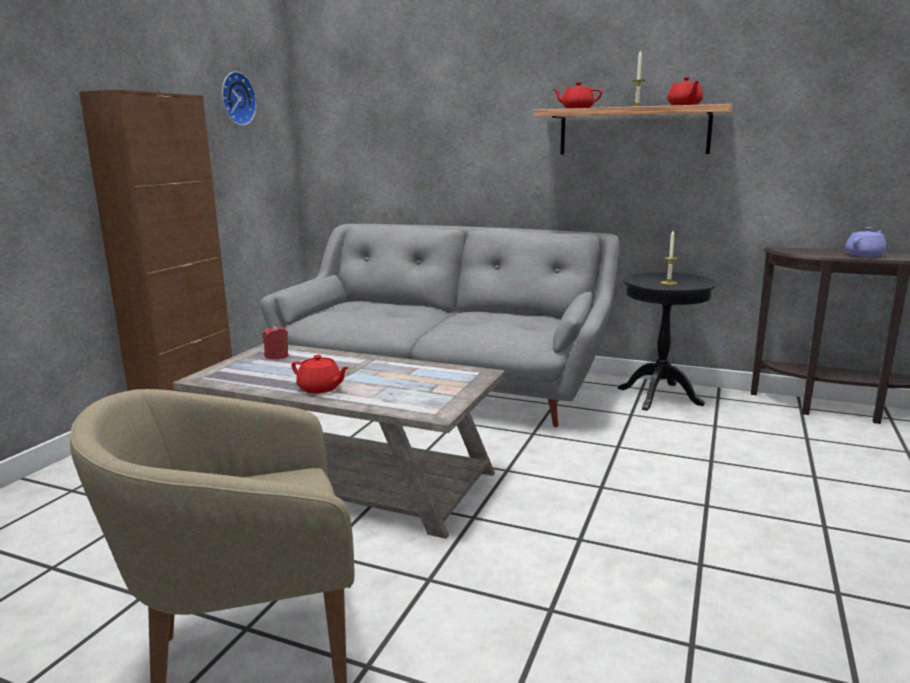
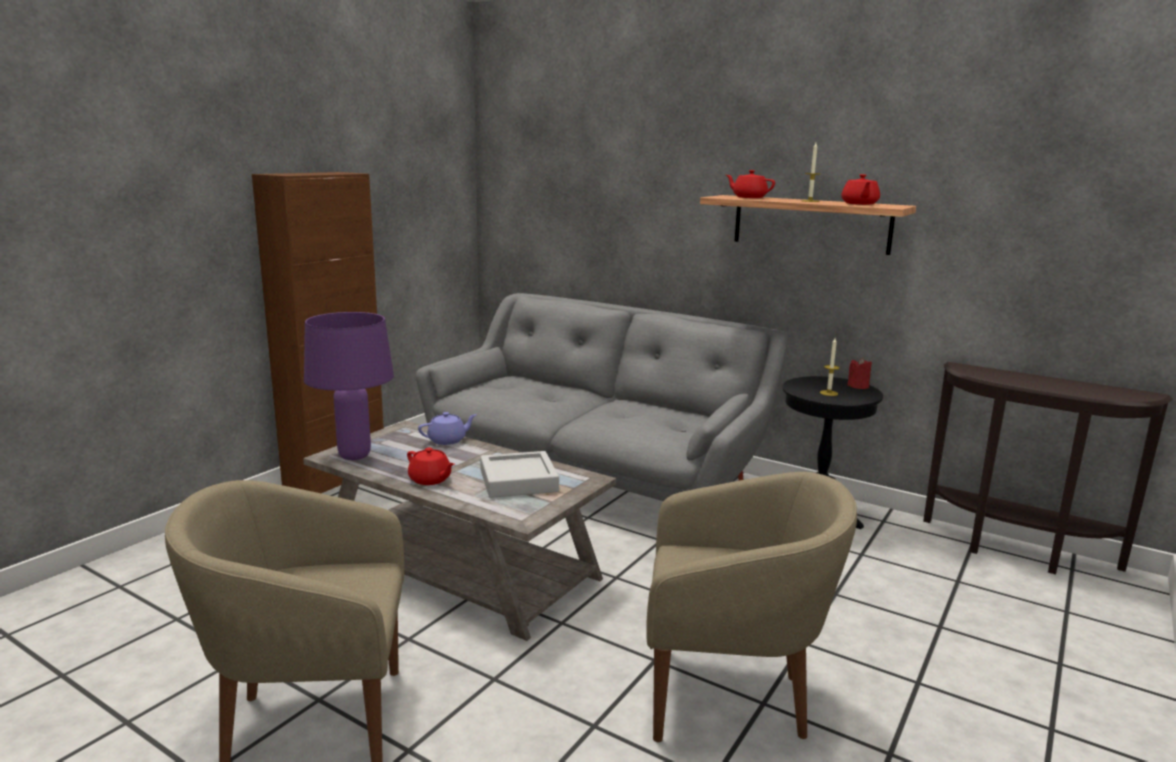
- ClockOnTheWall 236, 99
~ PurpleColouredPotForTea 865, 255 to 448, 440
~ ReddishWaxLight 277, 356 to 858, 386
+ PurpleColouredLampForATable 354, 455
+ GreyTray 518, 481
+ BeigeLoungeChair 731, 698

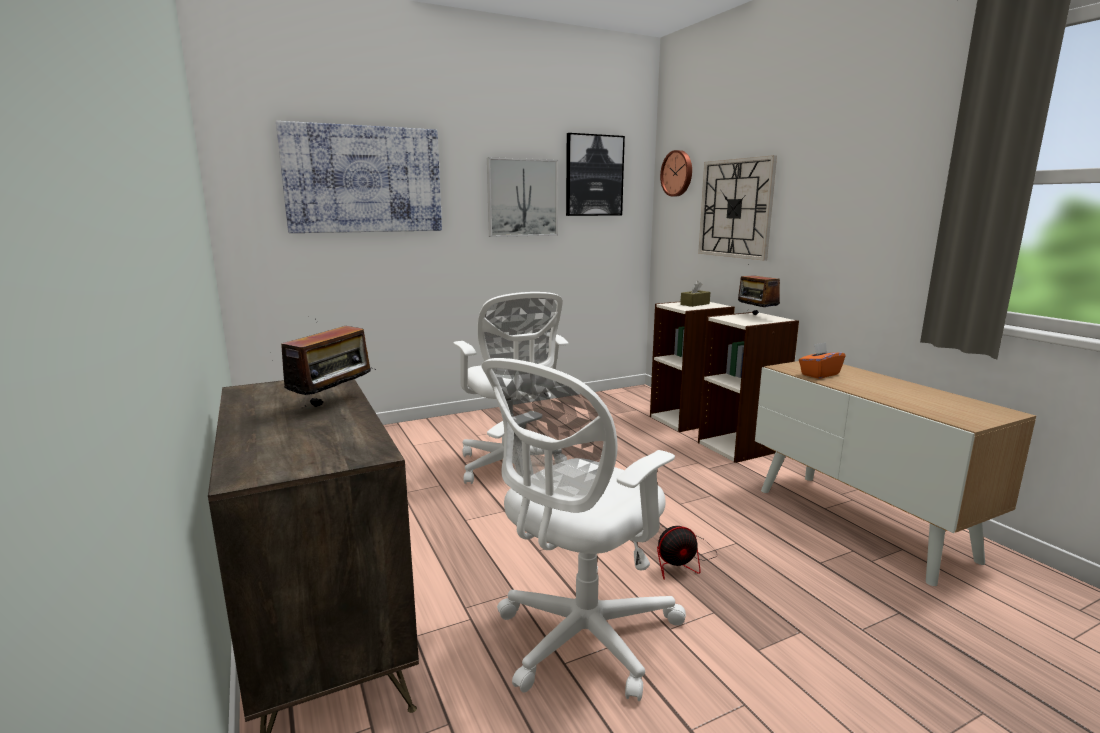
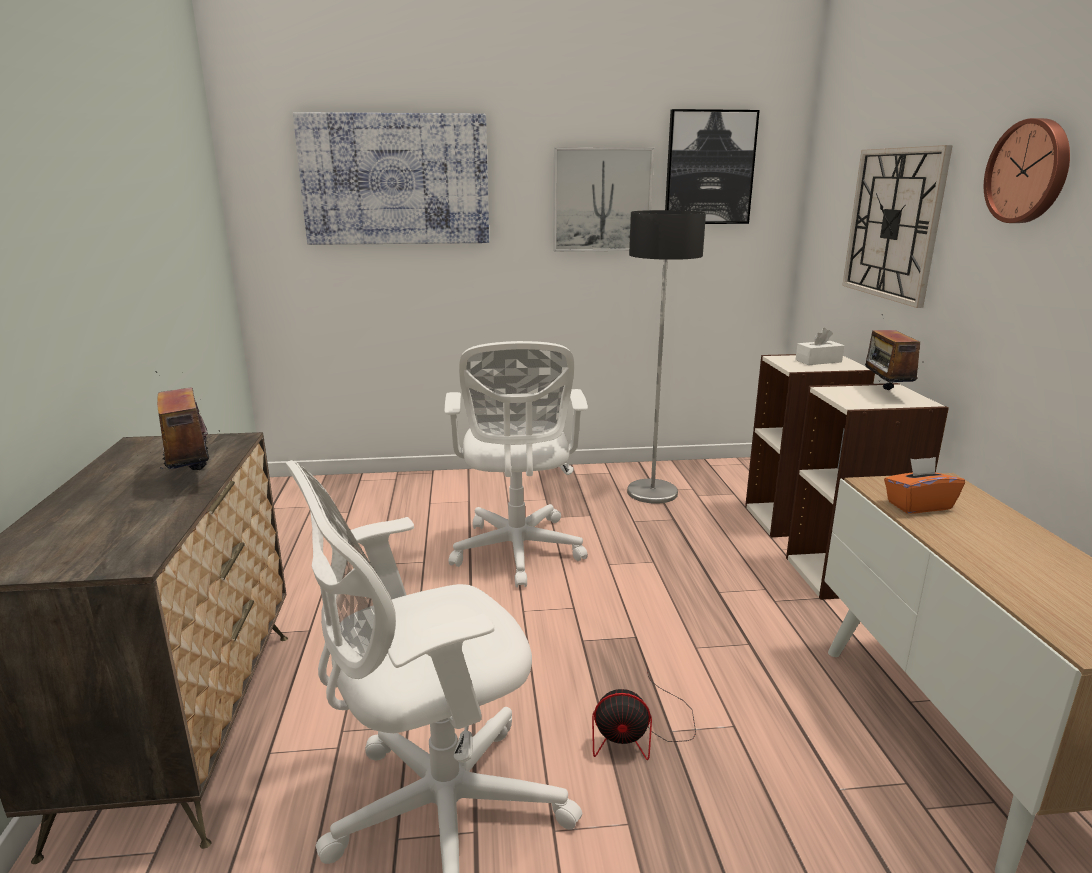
~ ClockOnTheWall 678, 173 to 1029, 171
~ BrownTissueBox 695, 304 to WhiteColouredTissueBox 818, 361
~ Radio 334, 403 = 189, 477 105 degrees clockwise
+ StandingLamp 652, 493

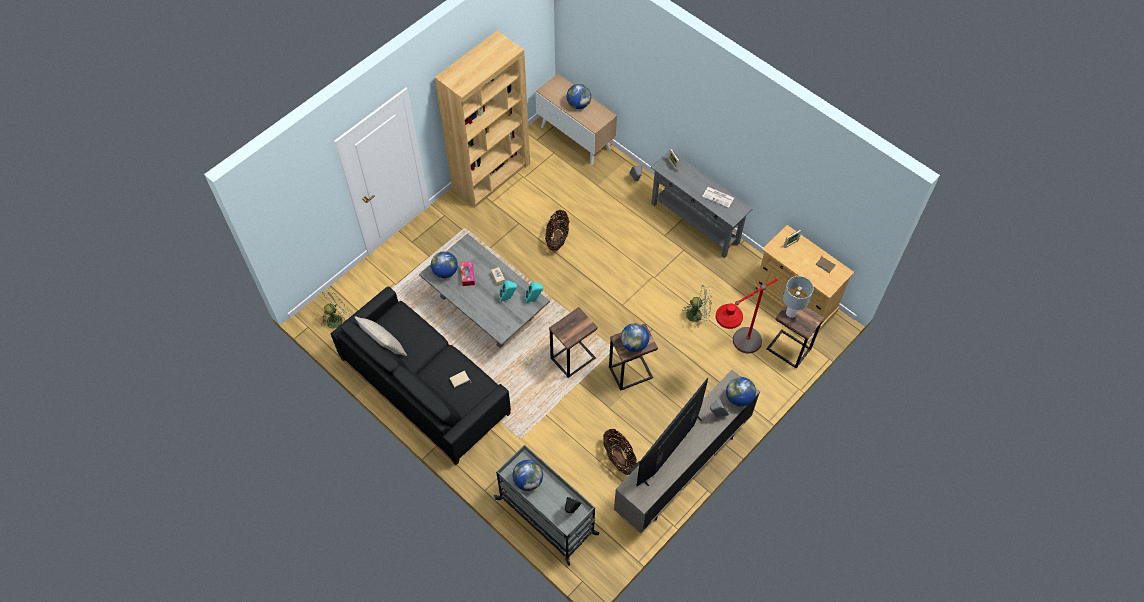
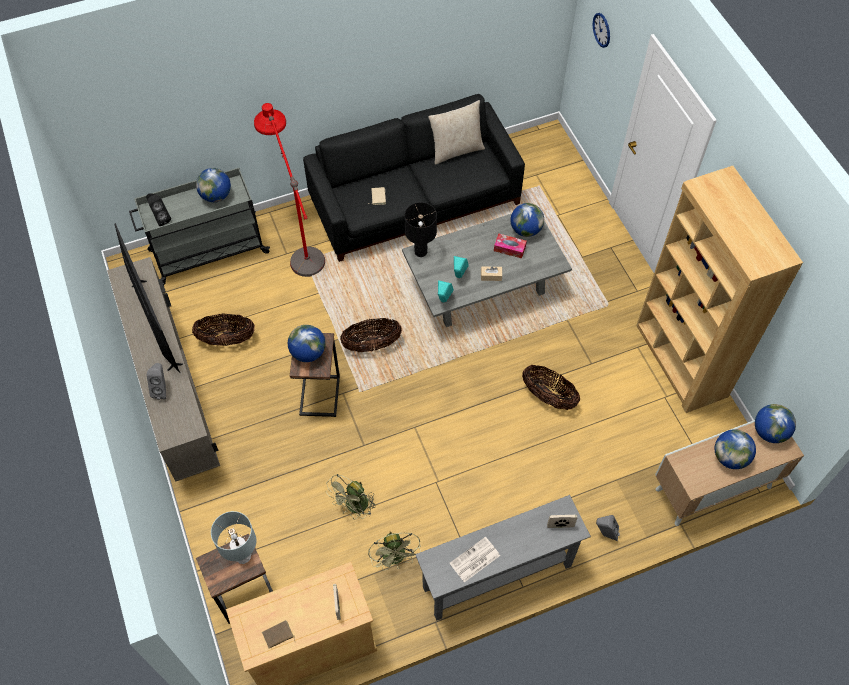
~ ReddishStandingLamp 734, 354 to 299, 243
~ GreenElectricFan 337, 318 to 396, 558
~ EndTable 572, 358 to Basket 372, 344
~ DeskGlobe 739, 398 to 769, 432
+ ClockOnTheWall 601, 30
+ BlackLampForATable 421, 252

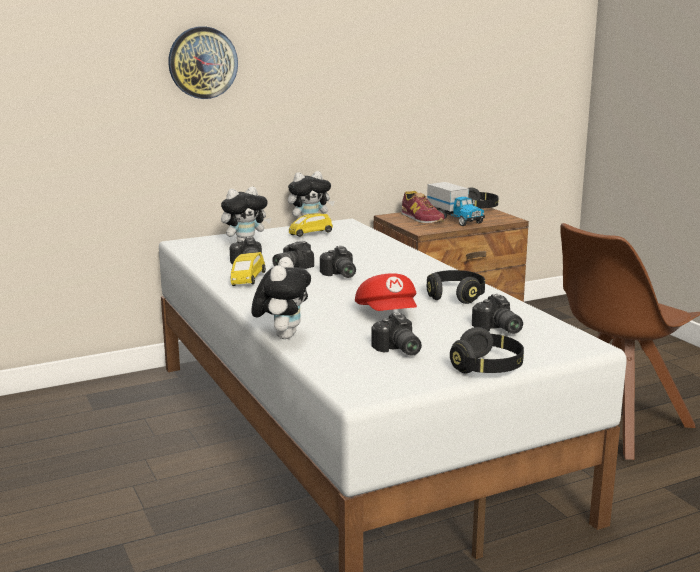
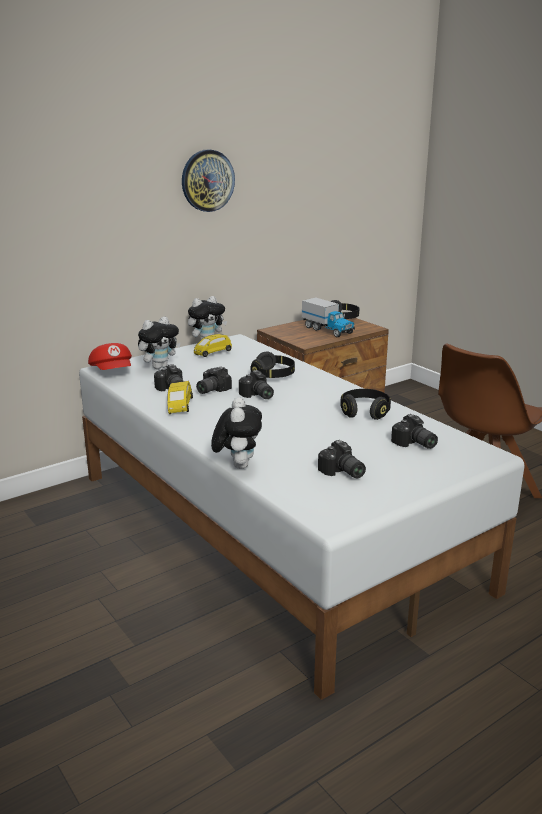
~ ClockOnTheWall 202, 62 to 207, 180
- LowShoe 421, 219
~ ReddishBaseballCap 388, 314 to 113, 372
~ BlackHeadphones 487, 368 to 273, 375

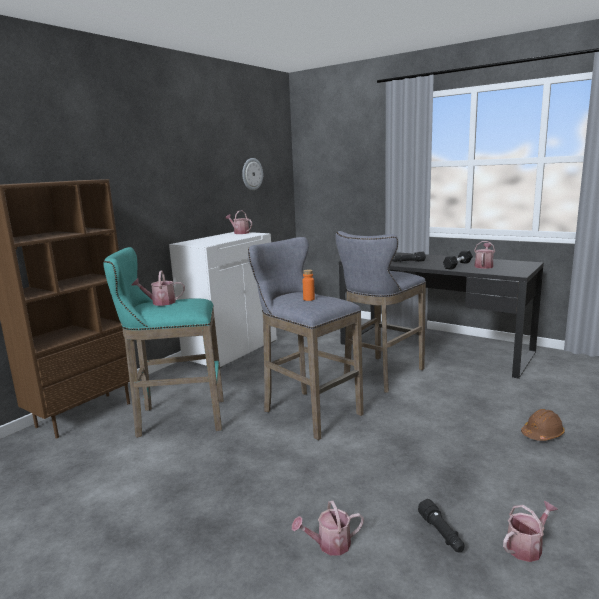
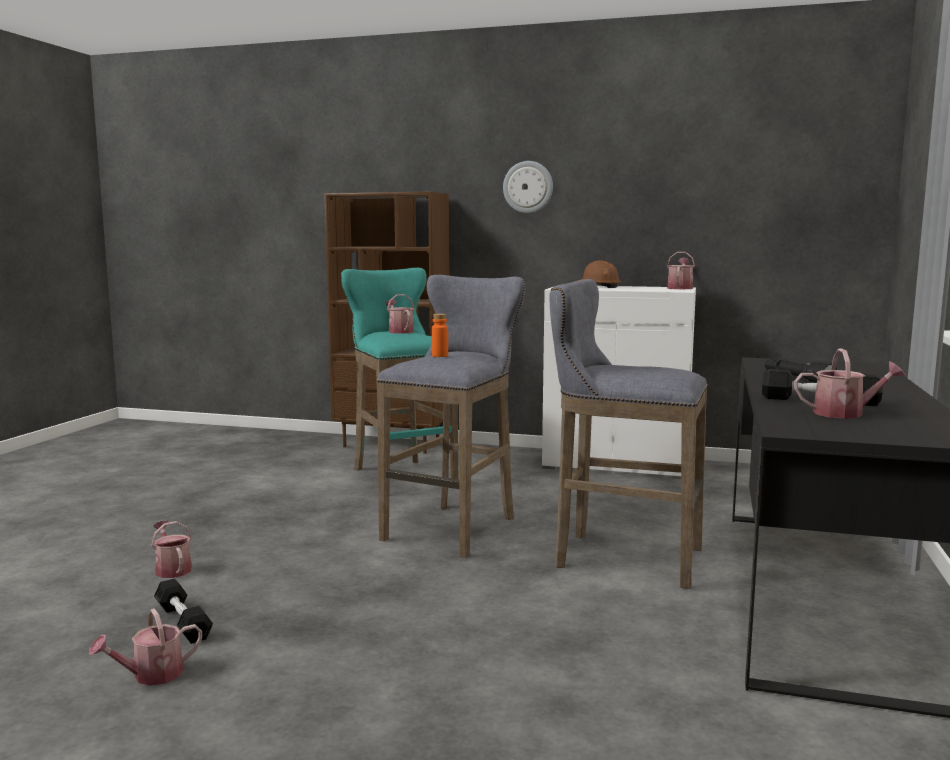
~ ClockOnTheWall 252, 174 to 528, 187
~ BrownSafetyHelmet 542, 434 to 598, 287
~ BlackHandTorch 441, 534 to BlackDumbbell 183, 622
~ WateringPot 527, 546 = 151, 675 105 degrees clockwise

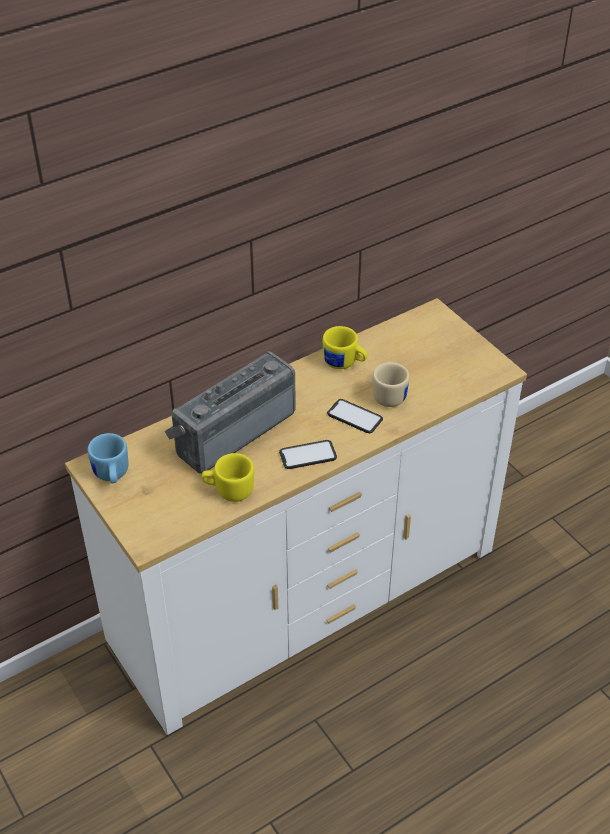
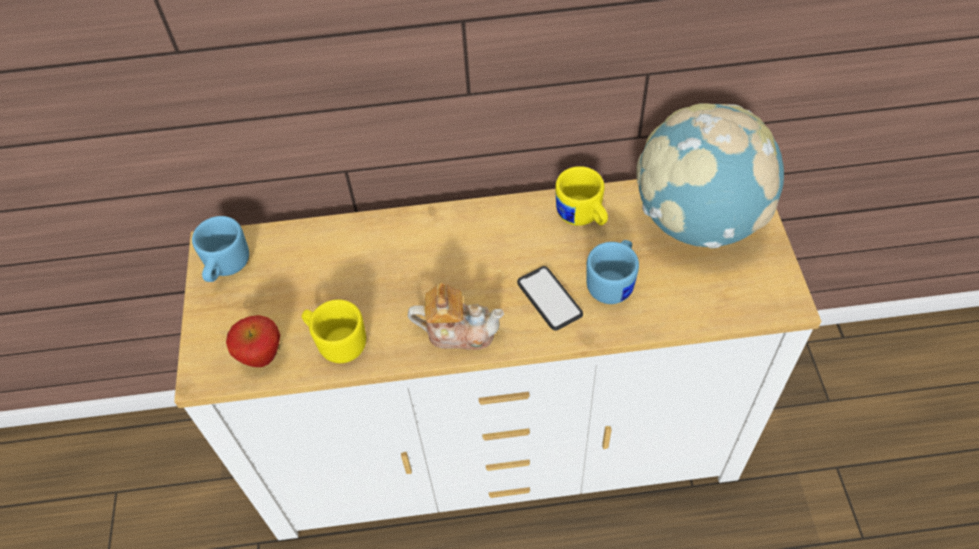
- Radio 232, 430
~ BeigeTeaMug 390, 394 to BlueTeaMug 613, 282
~ Handset 308, 455 to PotForTea 458, 331
+ DeskGlobe 698, 221
+ AppleFruit 262, 357

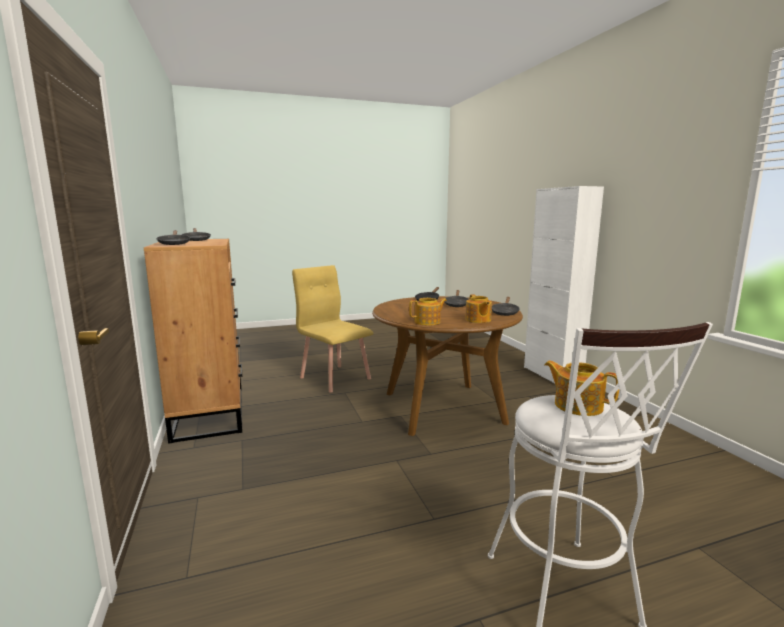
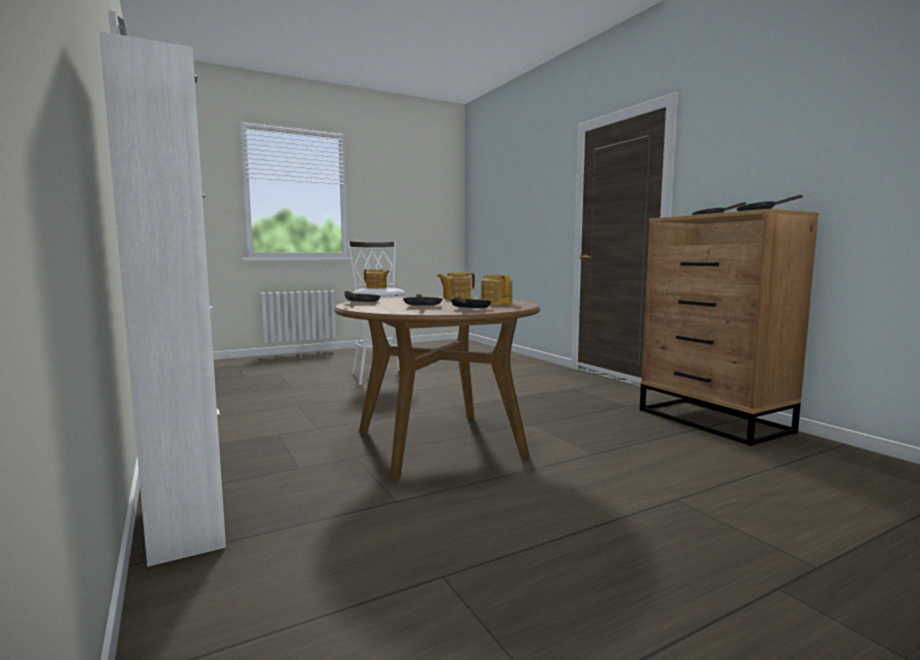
- YellowUprightChair 335, 378
~ PotForTea 478, 320 to 496, 303

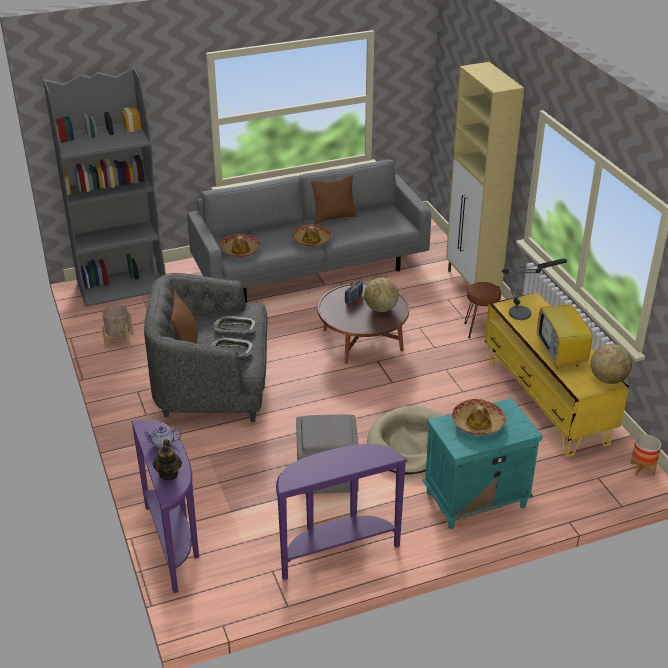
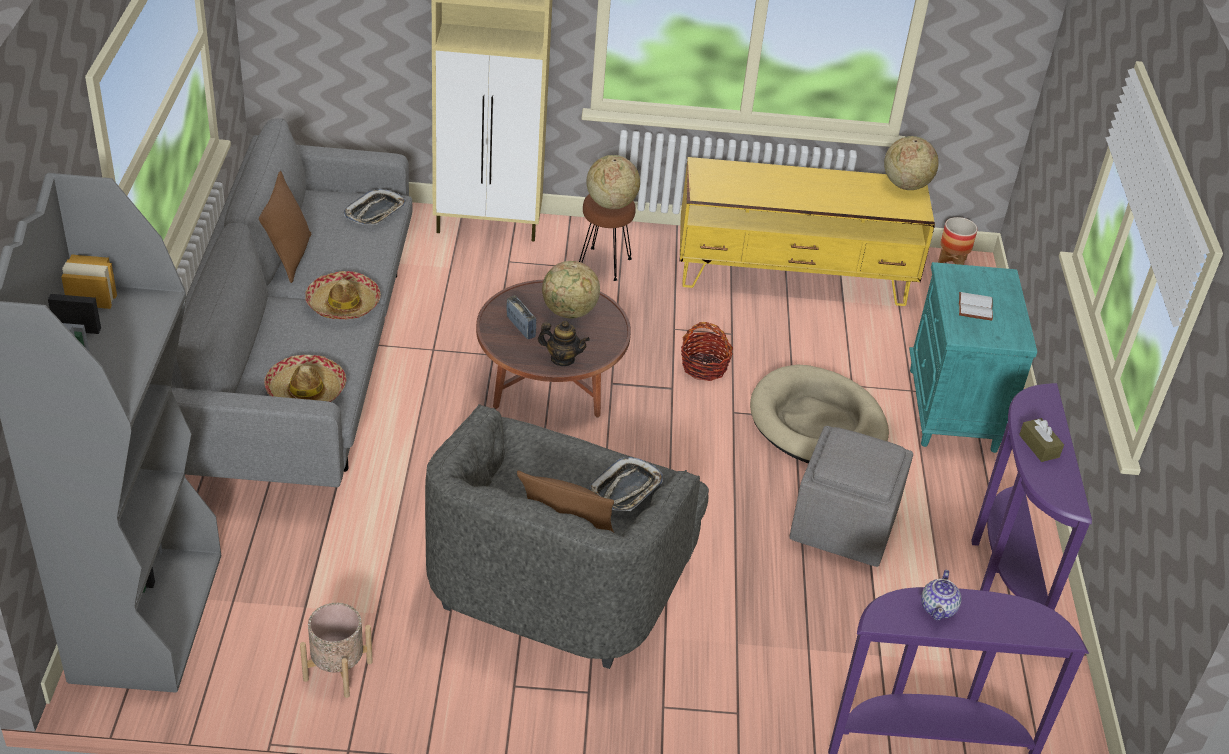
- LampForATable 526, 313
- TvSet 562, 356
~ Tray 235, 328 to 375, 212
~ WearableHat 478, 423 to WhiteColouredVolume 974, 307
~ PotForTea 169, 473 to 562, 359
+ DeskGlobe 611, 204
+ Basket 704, 367
+ BrownTissueBox 1039, 446

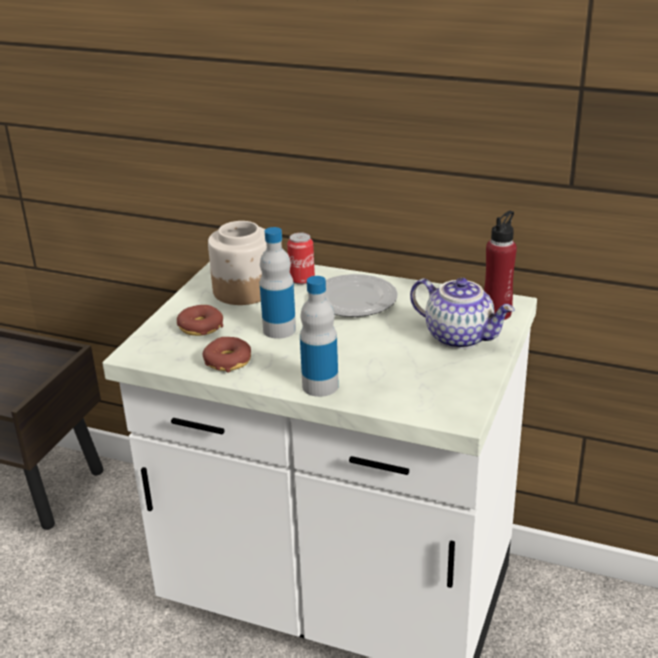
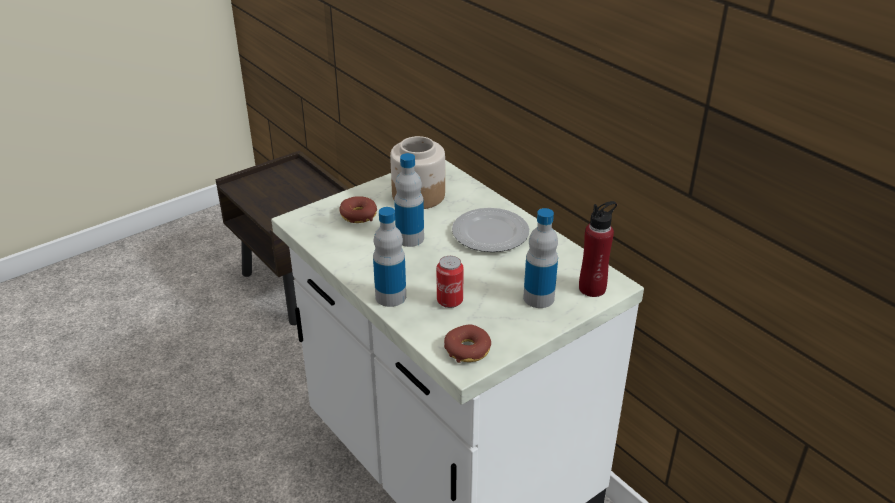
~ SealedCan 302, 279 to 449, 301
~ PotForTea 460, 337 to BeverageBottle 538, 298
~ Doughnut 228, 361 to 467, 349

